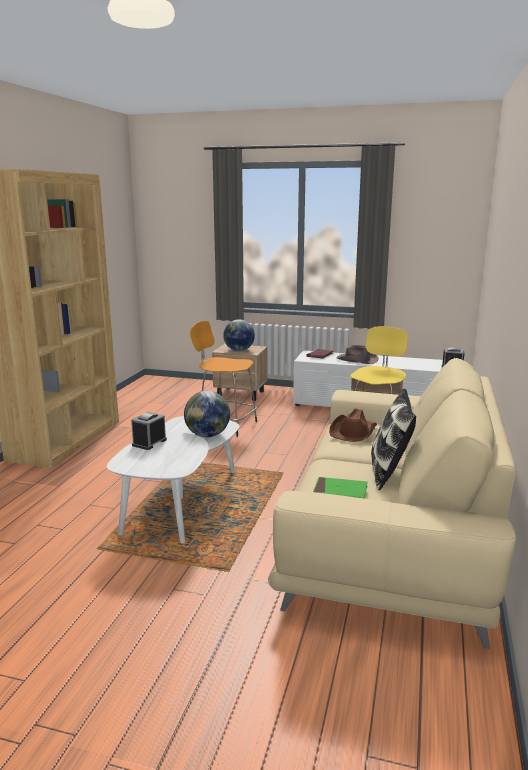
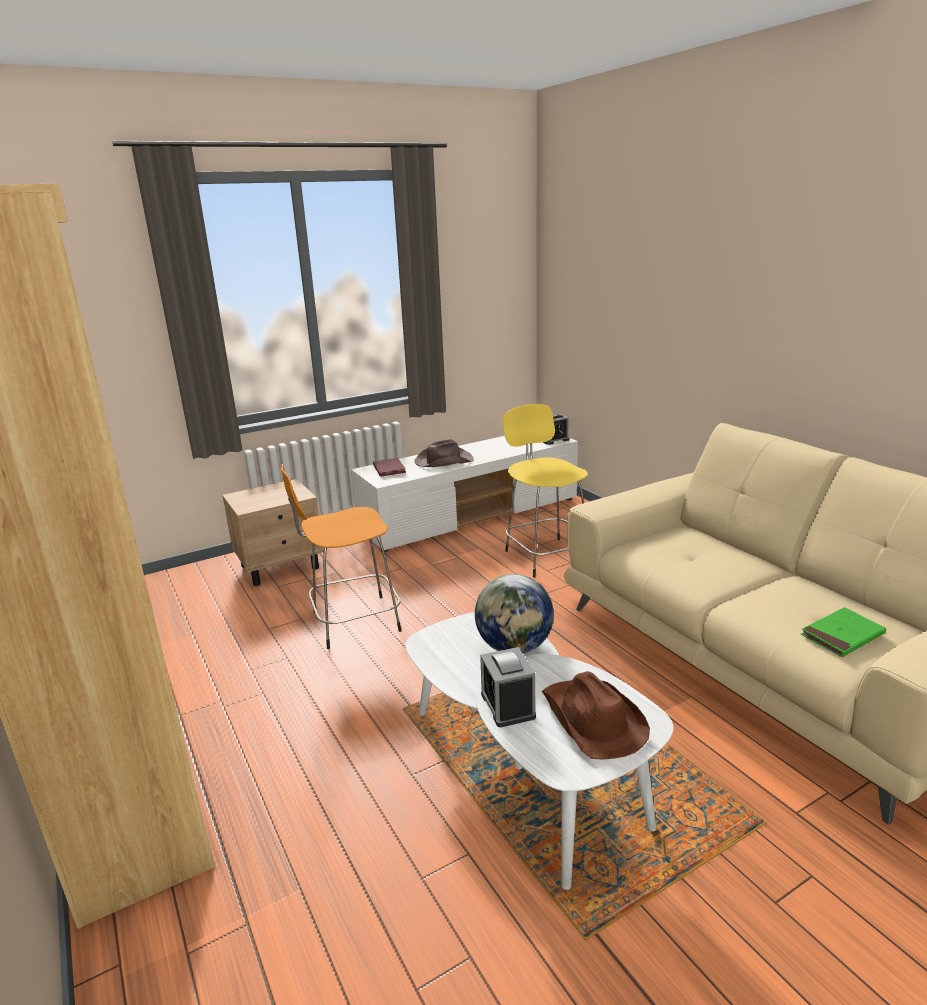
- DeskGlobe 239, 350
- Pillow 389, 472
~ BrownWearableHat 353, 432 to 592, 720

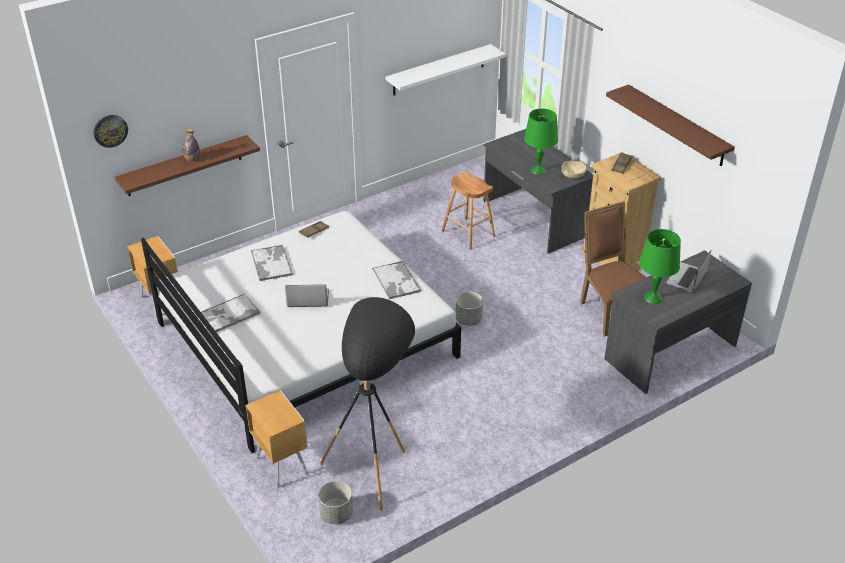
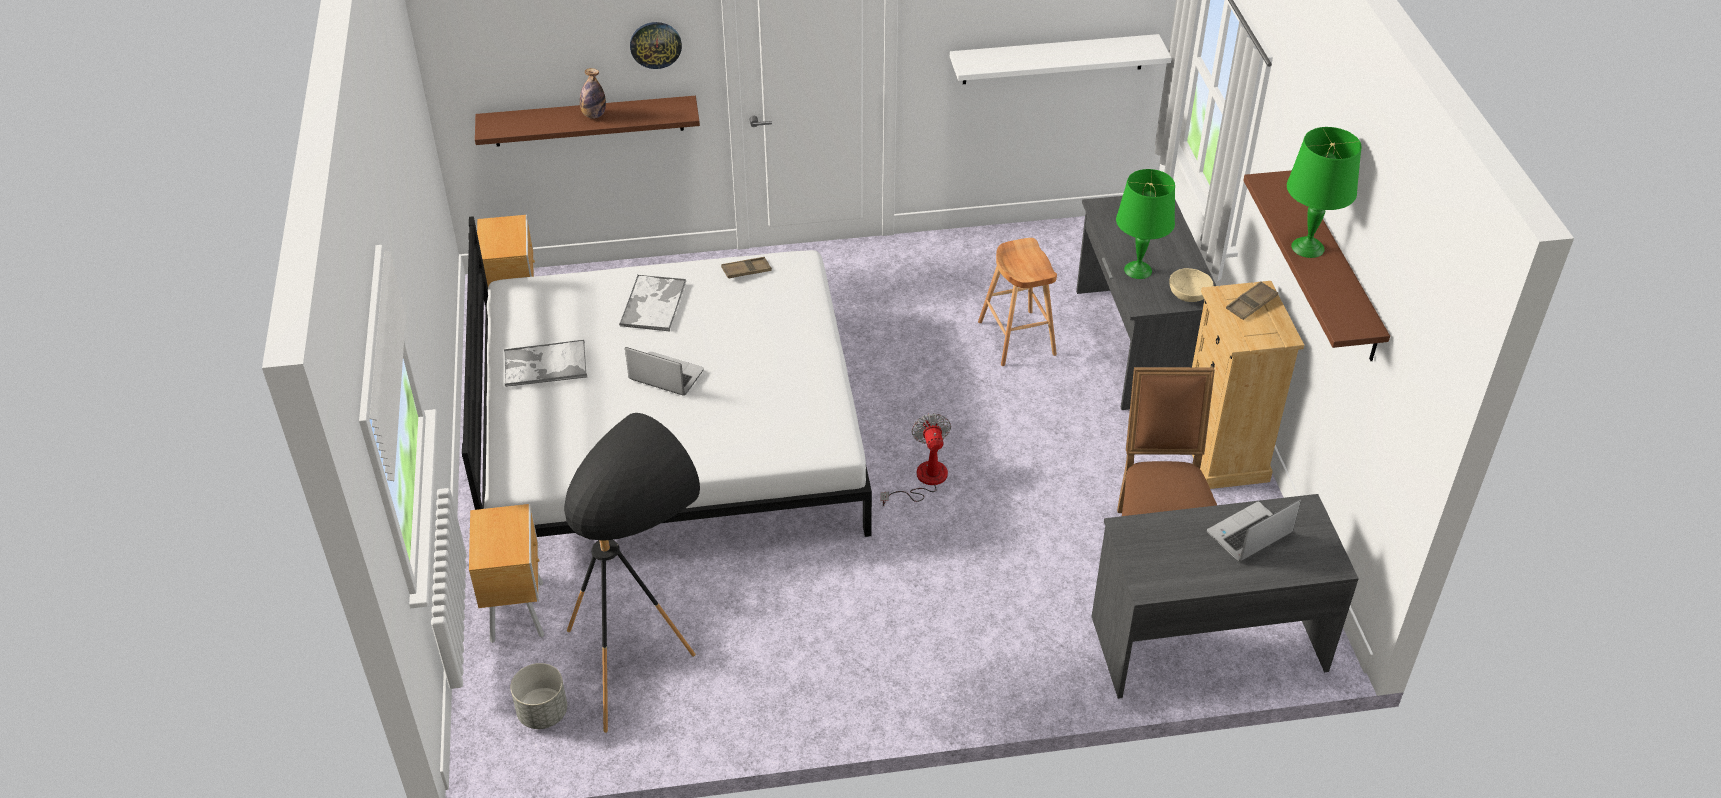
~ ClockOnTheWall 110, 130 to 655, 44
~ GreenLampForATable 653, 297 to 1307, 247
- Tray 396, 281
~ GreyFlowerPot 468, 320 to ElectricFan 923, 480

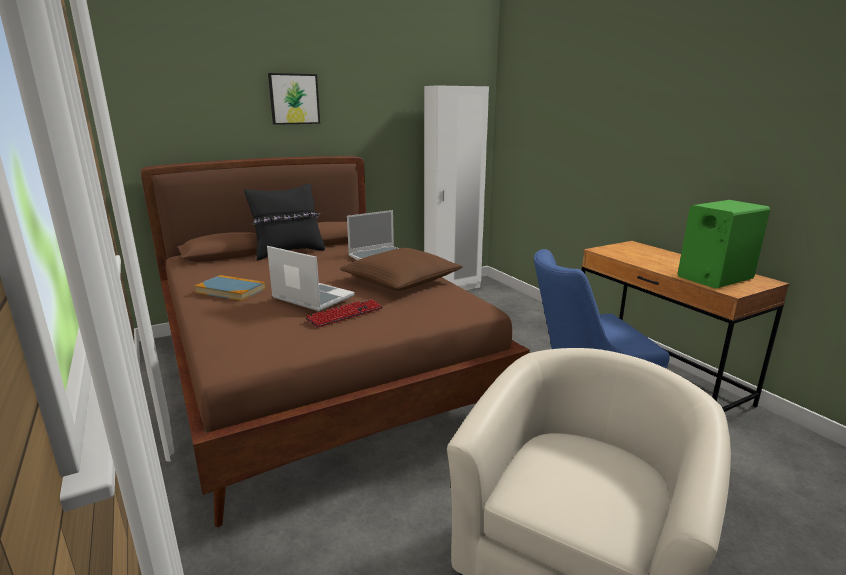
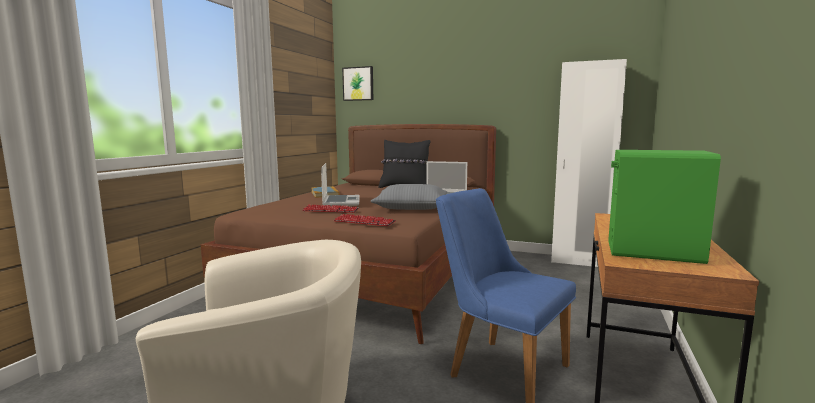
~ Picture 294, 99 to 358, 83
~ BrownPillow 401, 281 to GreyPillow 411, 207
+ PcKeyboard 364, 222

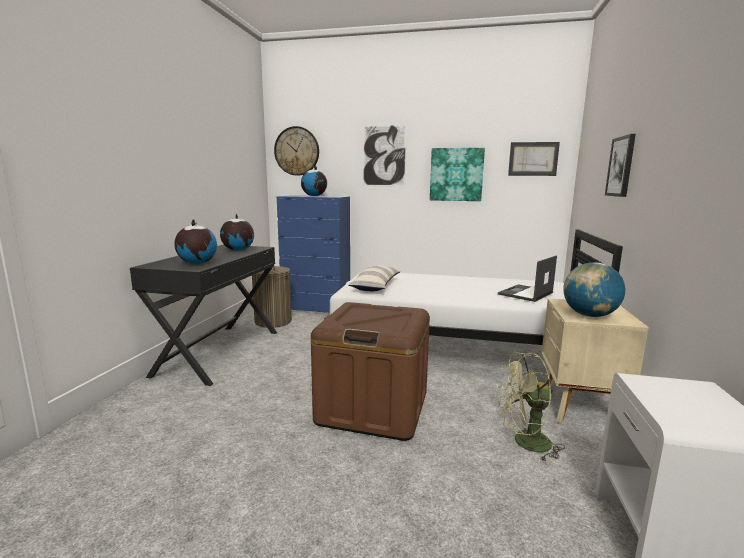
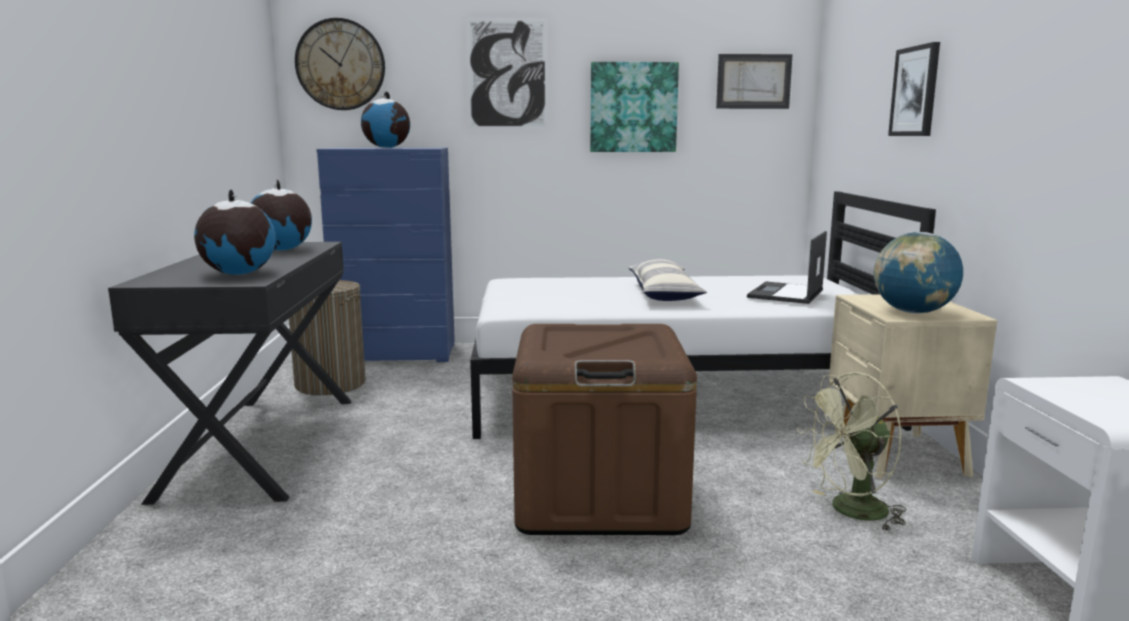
~ Pillow 376, 286 to 664, 294

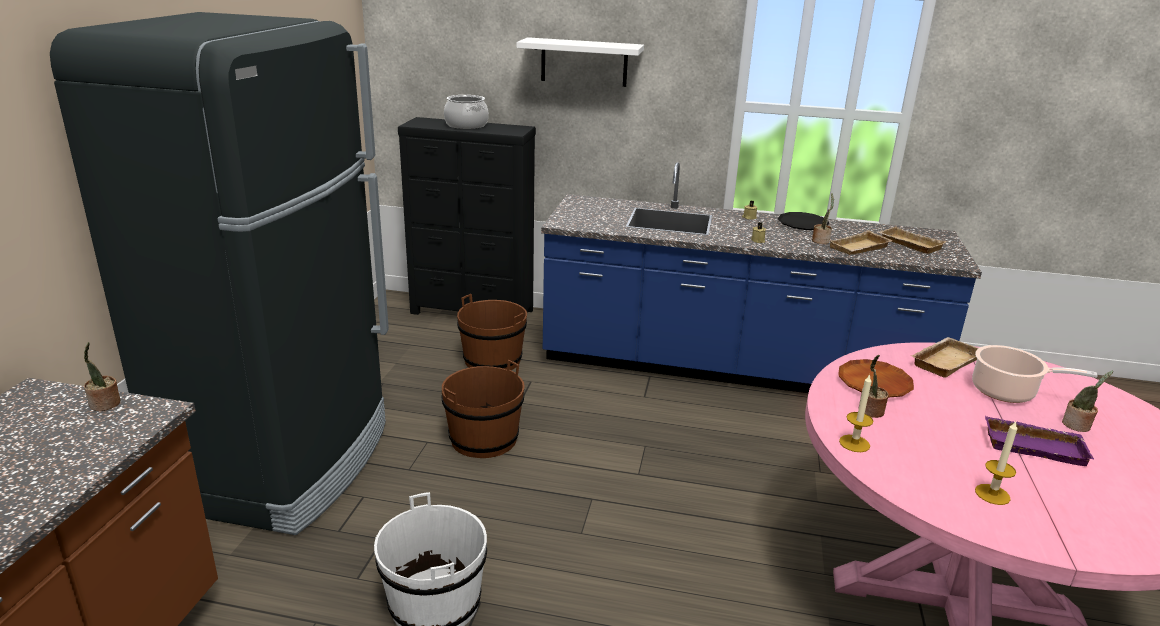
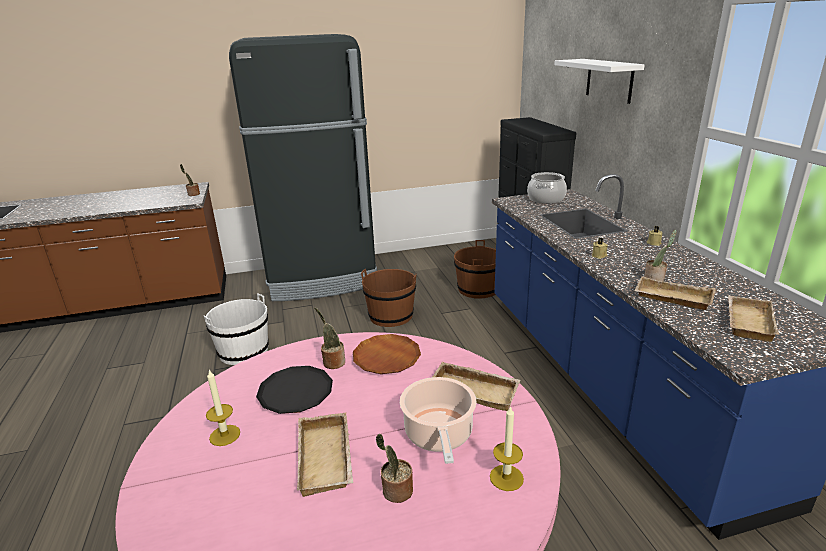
~ Saucepot 466, 125 to 546, 199
~ BlackDinnerPlate 802, 225 to 296, 393
~ WaxLight 854, 443 to 506, 477
~ PurpleColouredTray 1034, 446 to BeigeTray 328, 458

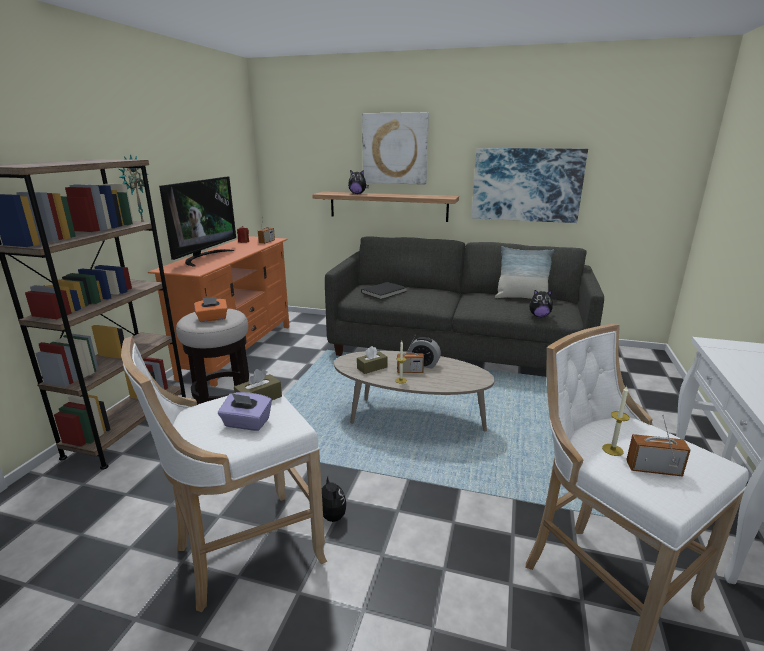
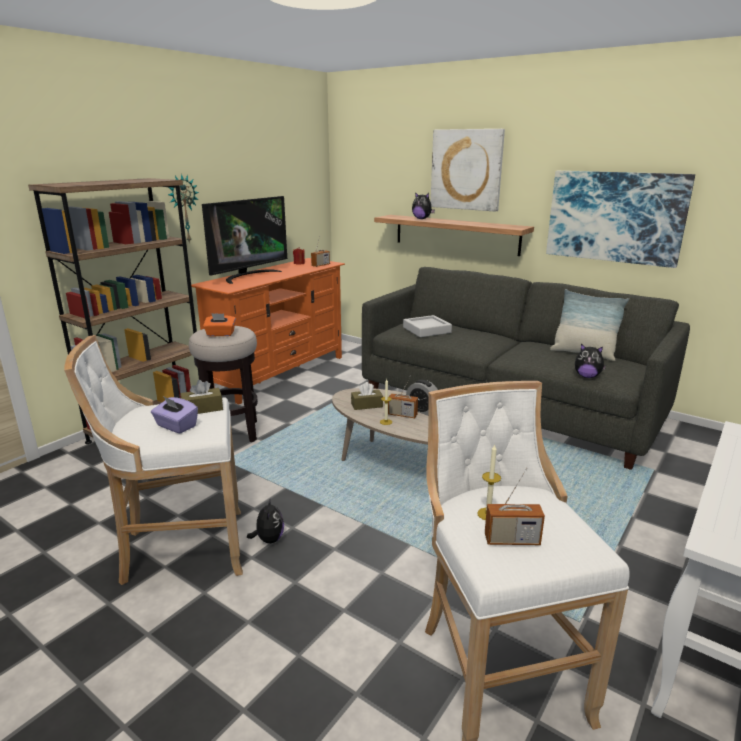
~ BlackVolume 384, 292 to GreyTray 426, 330
~ Radio 653, 469 = 512, 540 150 degrees clockwise

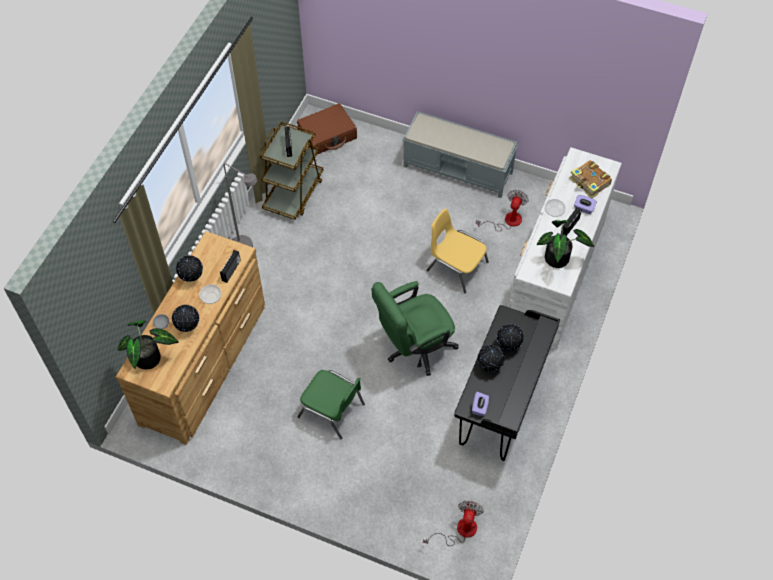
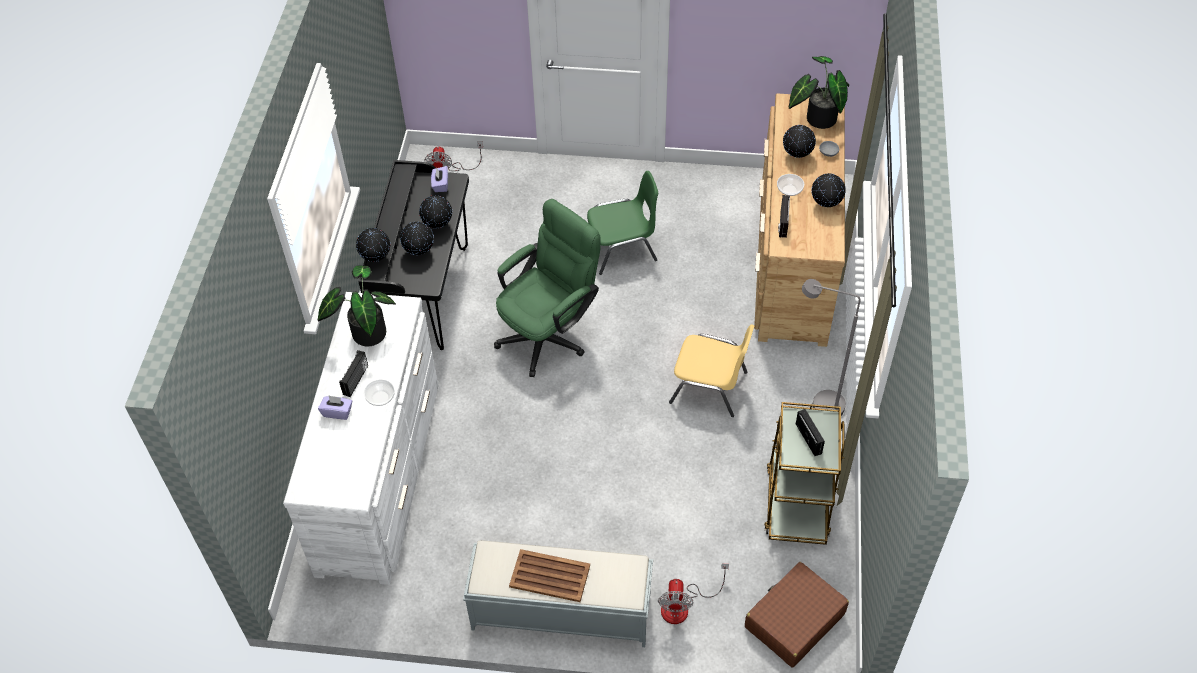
- Volume 589, 183
~ ElectricFan 507, 221 to 683, 605
~ YellowUprightChair 456, 266 to 710, 387
~ GreenUprightChair 332, 411 = 622, 248 150 degrees clockwise
+ DeskGlobe 376, 259
+ BrownTray 549, 576

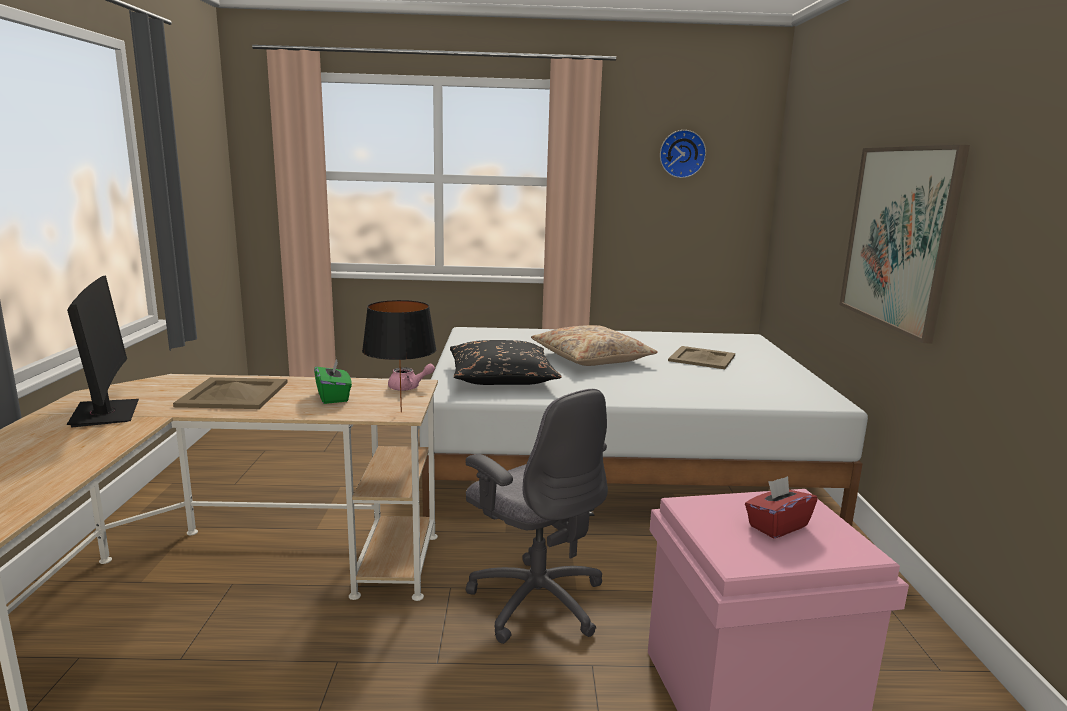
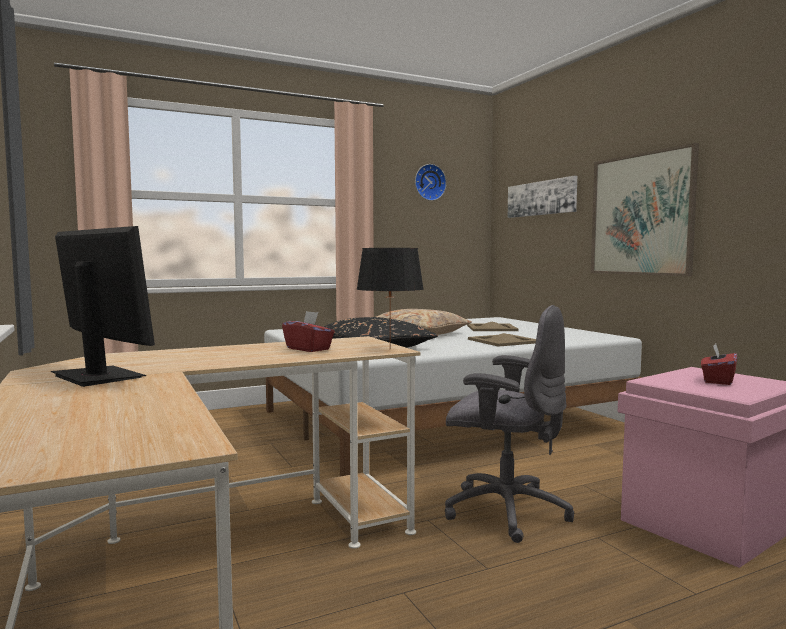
~ GreenTissueBox 333, 397 to ReddishTissueBox 308, 349
- PinkishPotForTea 409, 388
~ BeigeTray 234, 394 to 504, 341
+ Picture 541, 198

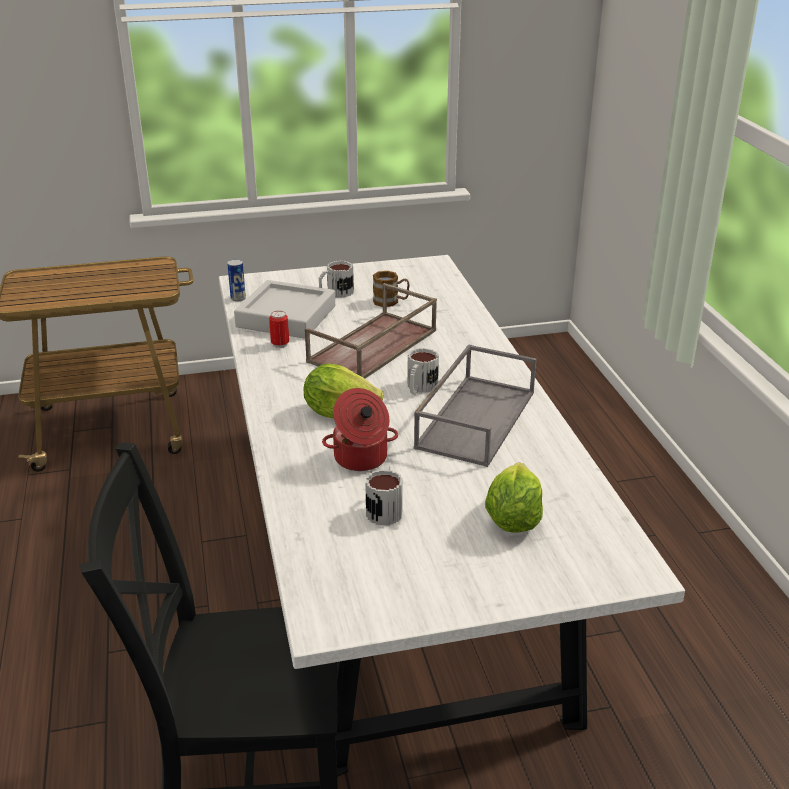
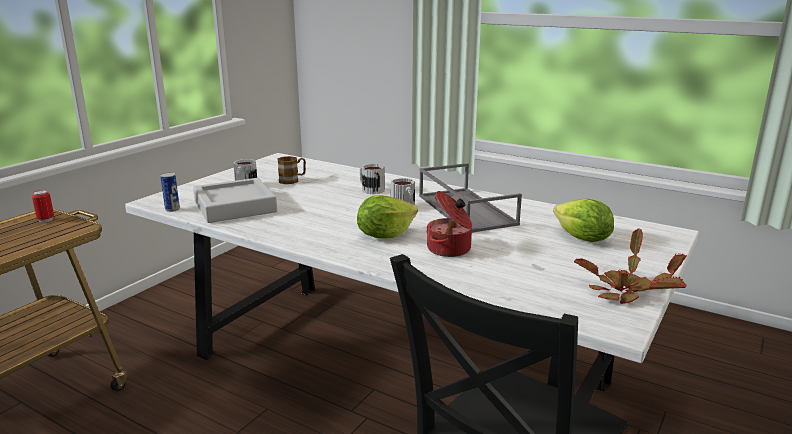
- BrownTray 373, 347
~ SealedCan 280, 344 to 46, 220
~ TeaMug 385, 508 to 370, 189
+ PlantInAPot 626, 291

